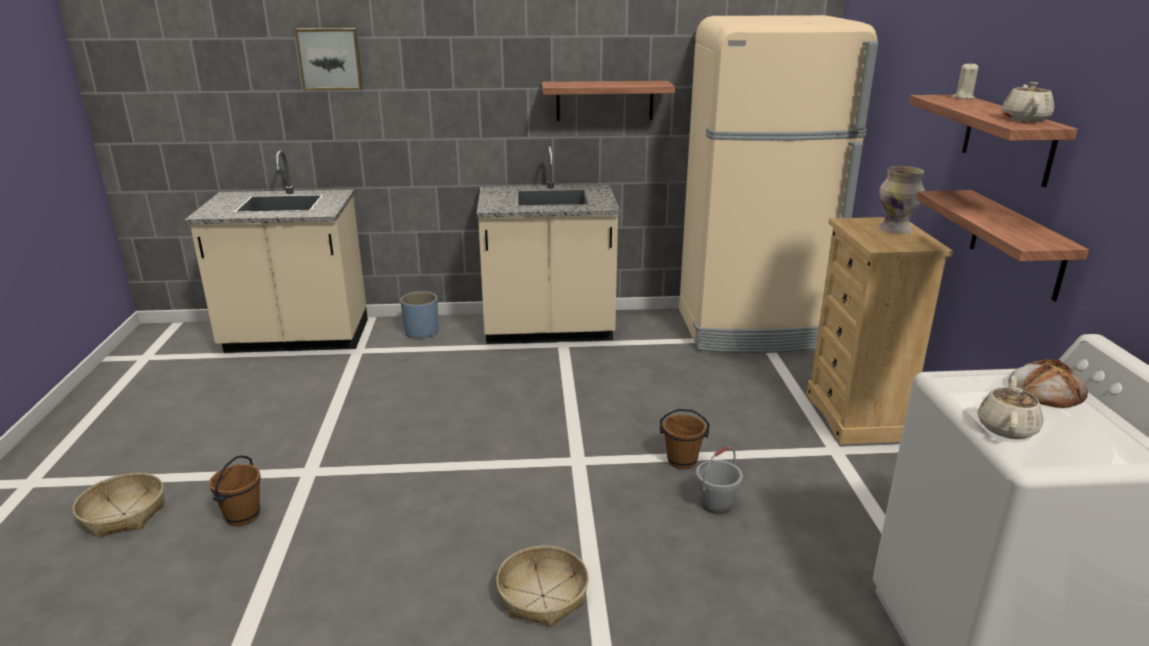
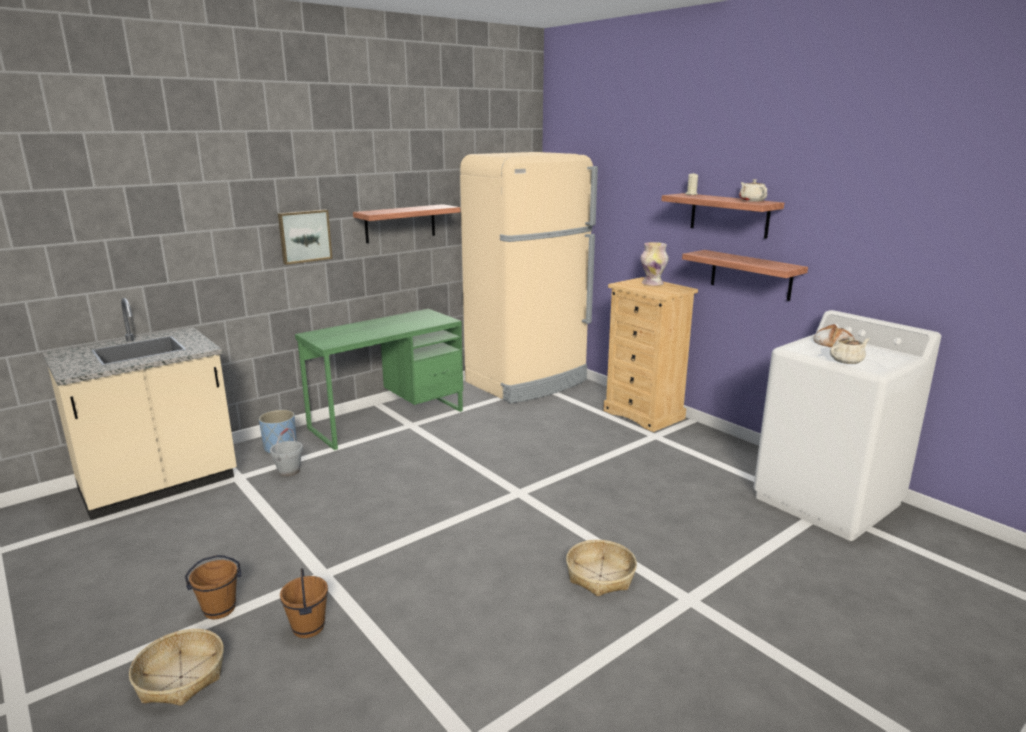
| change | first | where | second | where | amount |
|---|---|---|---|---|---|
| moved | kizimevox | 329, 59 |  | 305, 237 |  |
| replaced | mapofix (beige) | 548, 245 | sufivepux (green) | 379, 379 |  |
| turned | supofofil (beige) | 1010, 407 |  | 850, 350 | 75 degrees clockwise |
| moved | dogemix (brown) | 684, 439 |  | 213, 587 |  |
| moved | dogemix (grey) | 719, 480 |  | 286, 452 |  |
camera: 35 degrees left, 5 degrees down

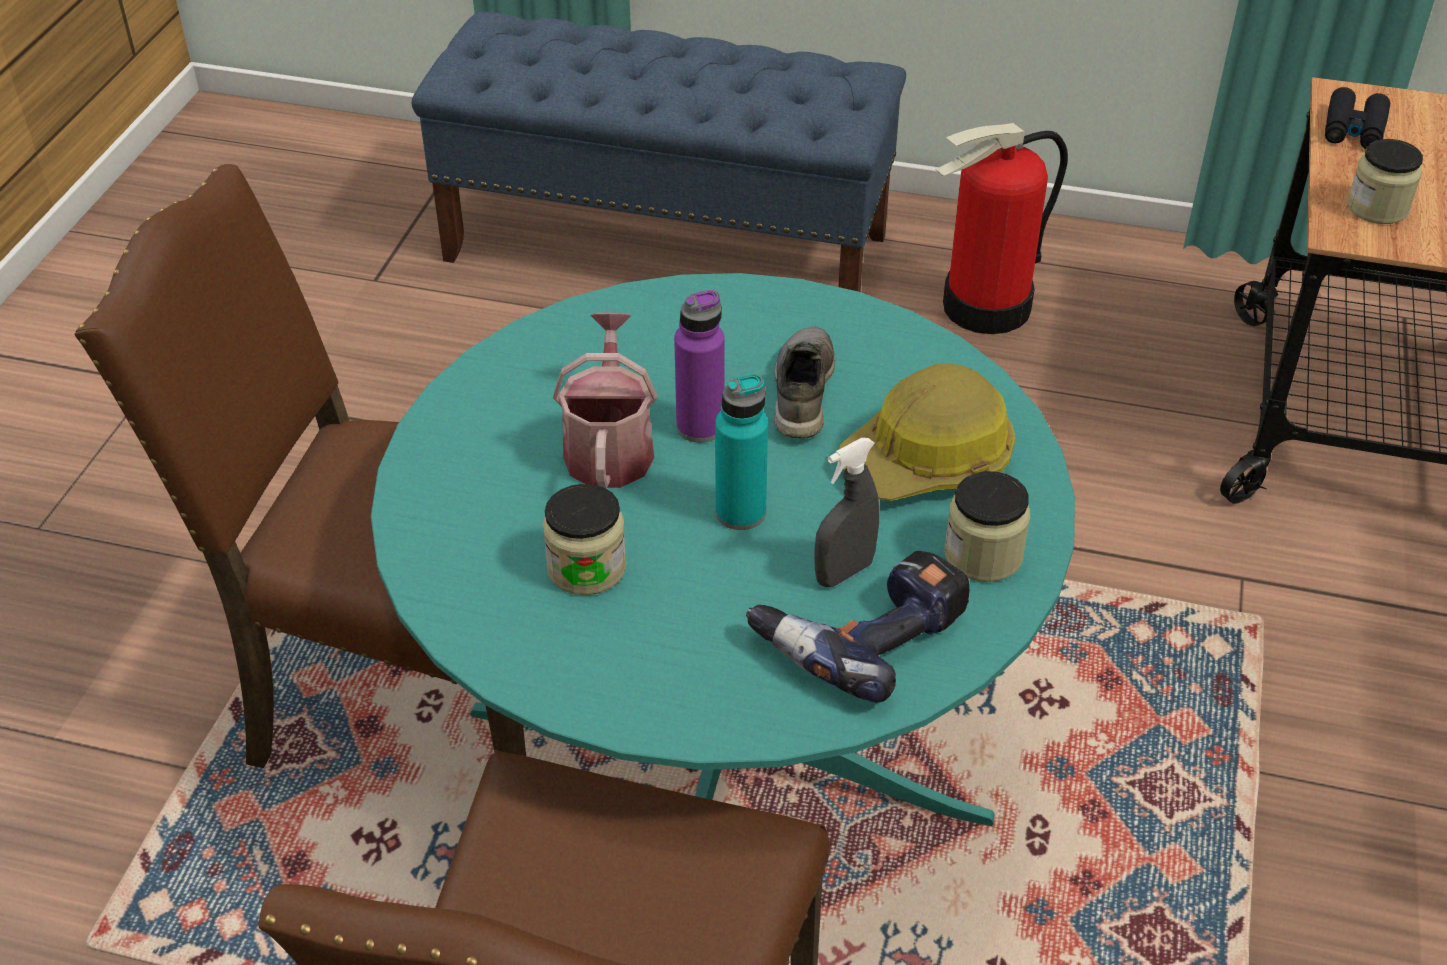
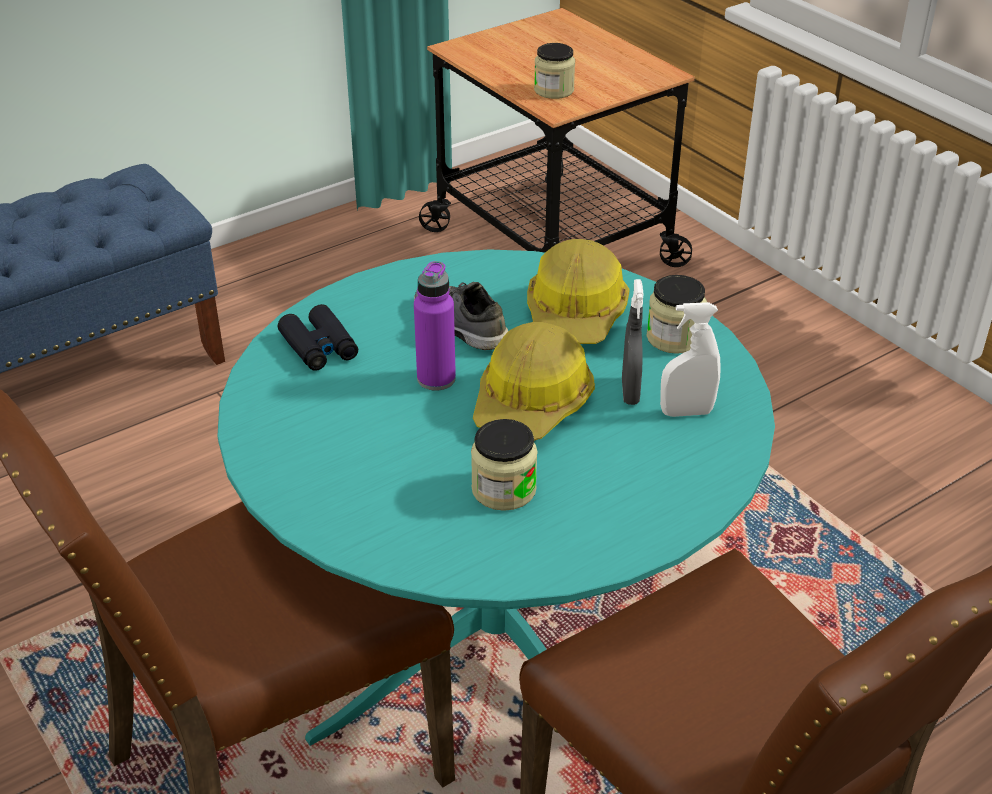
| change | first | where | second | where | amount |
|---|---|---|---|---|---|
| moved | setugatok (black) | 1357, 118 |  | 318, 337 |  |
| removed | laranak | 1001, 228 |  |  |  |
| removed | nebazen | 605, 400 |  |  |  |
| replaced | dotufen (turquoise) | 741, 451 | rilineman | 534, 381 |  |
| replaced | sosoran | 858, 627 | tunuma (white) | 690, 359 |  |
camera: 50 degrees left, 5 degrees down

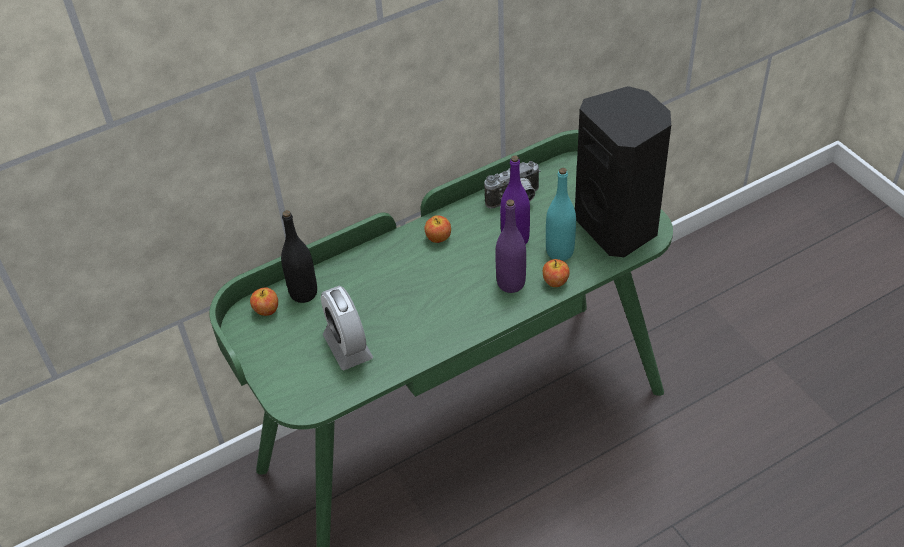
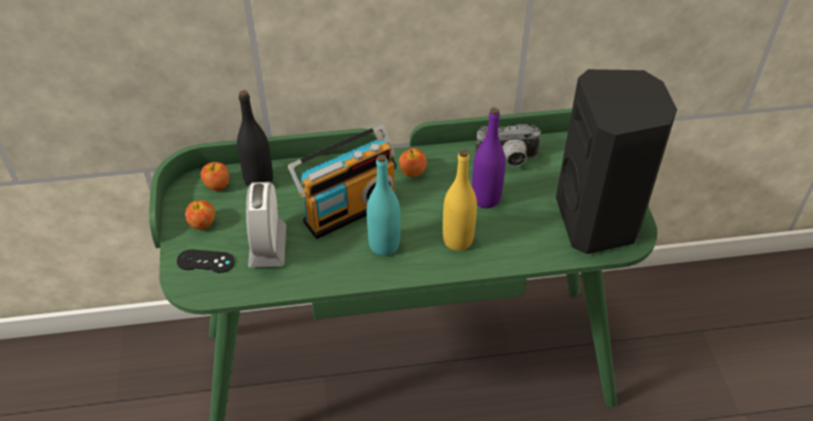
| change | first | where | second | where | amount |
|---|---|---|---|---|---|
| moved | dotufen (turquoise) | 561, 214 |  | 383, 205 |  |
| recoloured | dotufen (purple) | 510, 246 | dotufen (yellow) | 460, 200 |  |
| moved | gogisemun | 556, 273 |  | 200, 215 |  |
| added |  |  | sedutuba | 342, 182 |  |
| added |  |  | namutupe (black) | 206, 261 |  |
camera: 20 degrees right, 0 degrees up

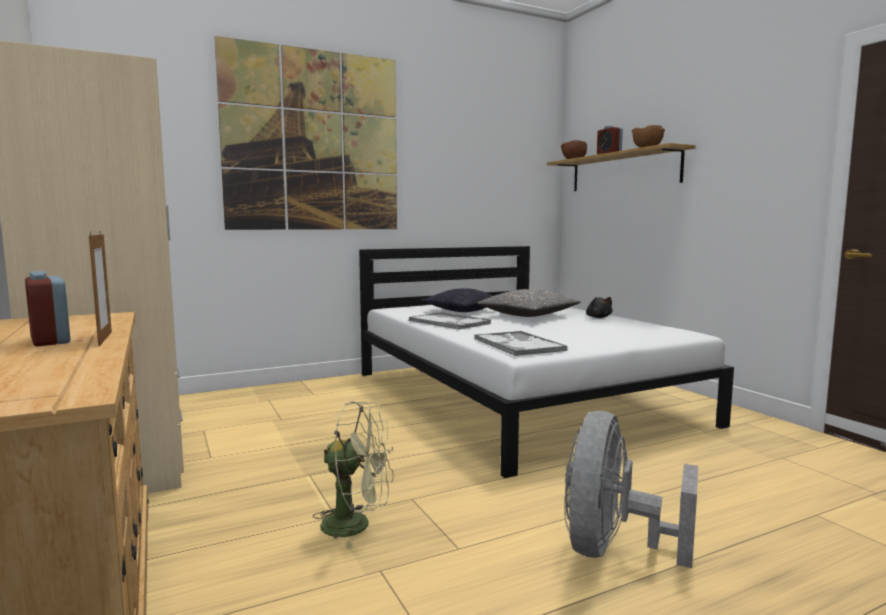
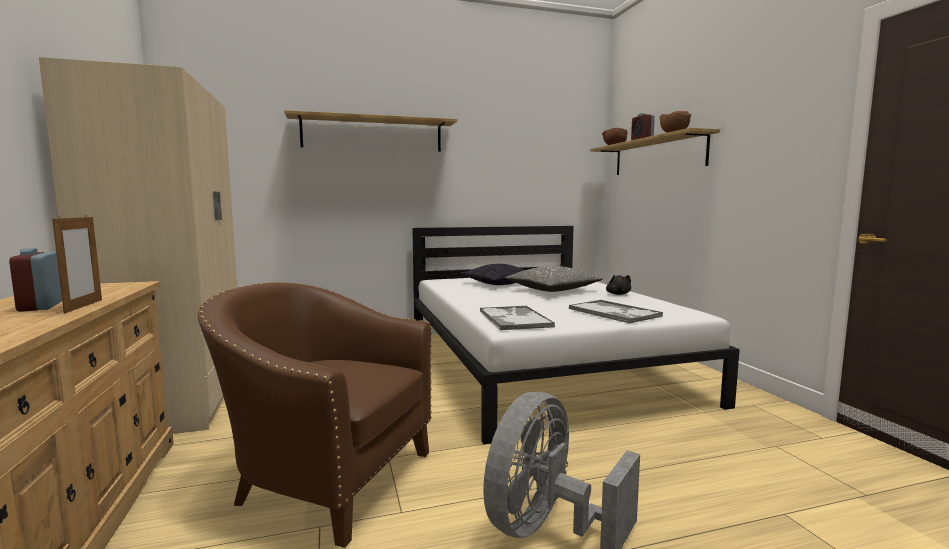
| change | first | where | second | where | amount |
|---|---|---|---|---|---|
| replaced | kizimevox | 306, 133 | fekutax | 370, 131 |  |
| moved | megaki | 450, 321 |  | 616, 311 |  |
| replaced | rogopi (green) | 353, 475 | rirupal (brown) | 314, 415 |  |
camera: 10 degrees right, 0 degrees up

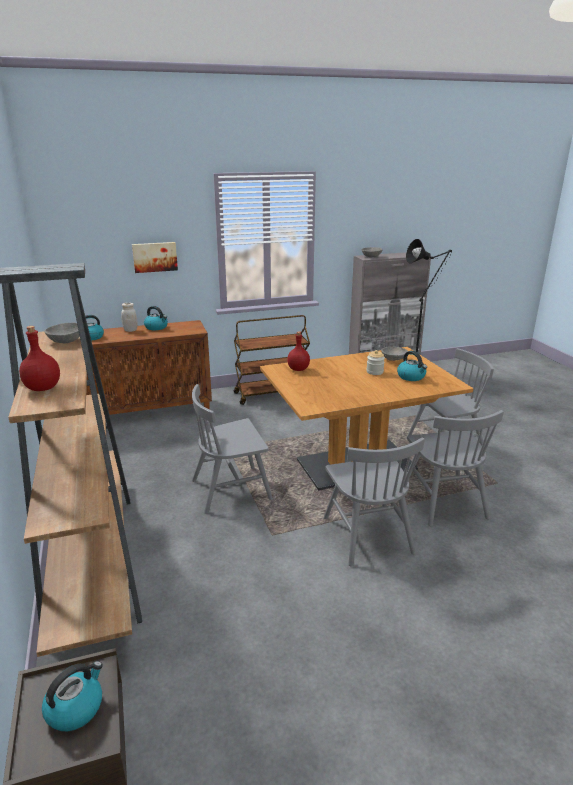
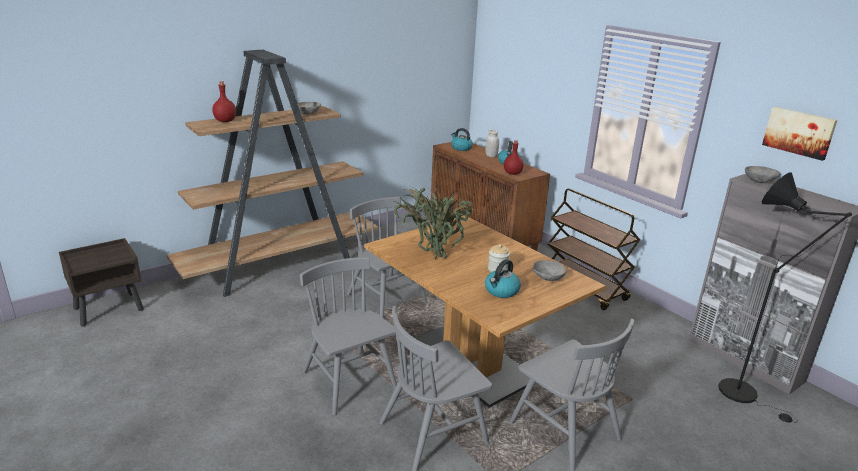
| change | first | where | second | where | amount |
|---|---|---|---|---|---|
| moved | kizimevox | 155, 257 |  | 800, 134 |  |
| moved | dotufen (red) | 298, 351 |  | 514, 157 |  |
| turned | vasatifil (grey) | 374, 501 |  | 348, 336 | 90 degrees clockwise |
| removed | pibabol | 72, 696 |  |  |  |
| added |  |  | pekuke | 435, 223 |  |
camera: 70 degrees right, 0 degrees up

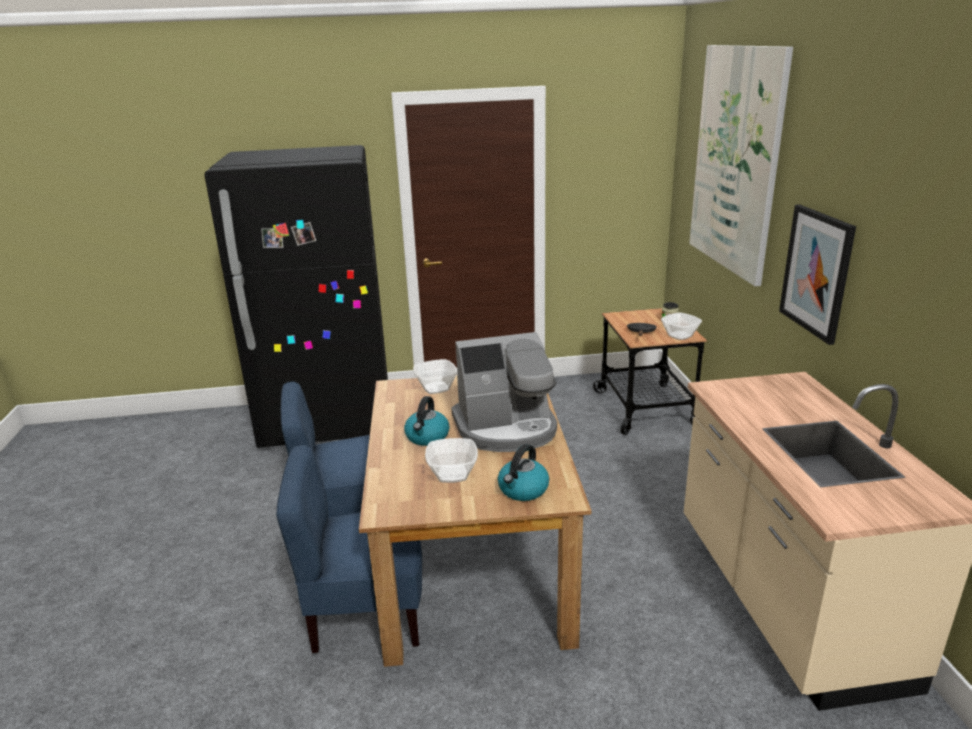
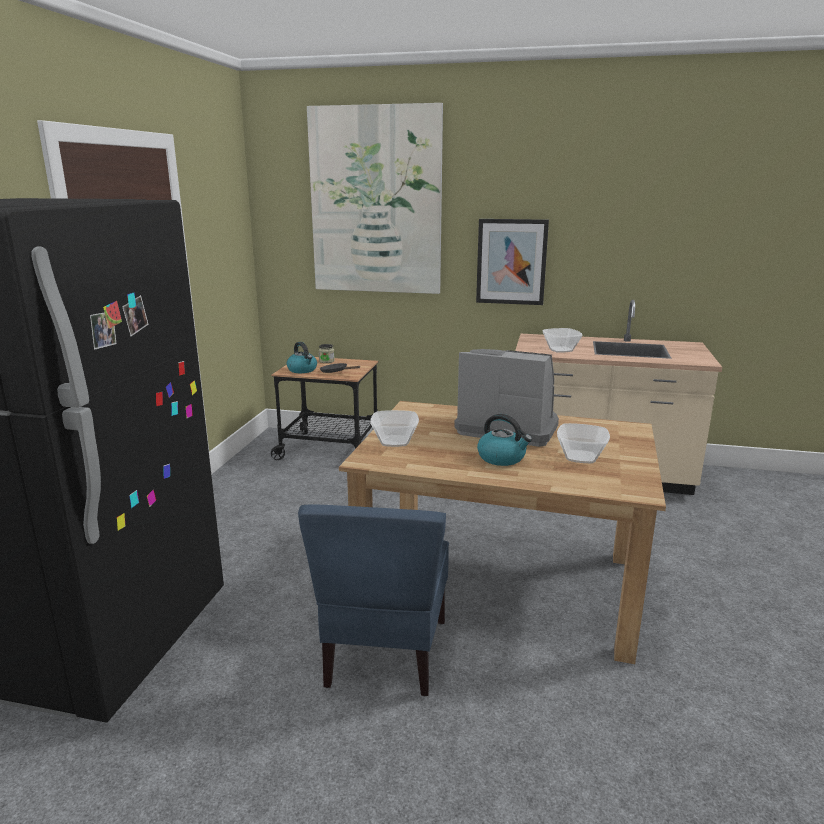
| change | first | where | second | where | amount |
|---|---|---|---|---|---|
| moved | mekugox | 681, 326 |  | 563, 340 |  |
| turned | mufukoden | 504, 392 |  | 506, 398 | 75 degrees counterclockwise |
| removed | vasatifil (blue) | 349, 548 |  |  |  |
| moved | pibabol | 523, 472 |  | 302, 357 |  |
camera: 70 degrees left, 5 degrees down

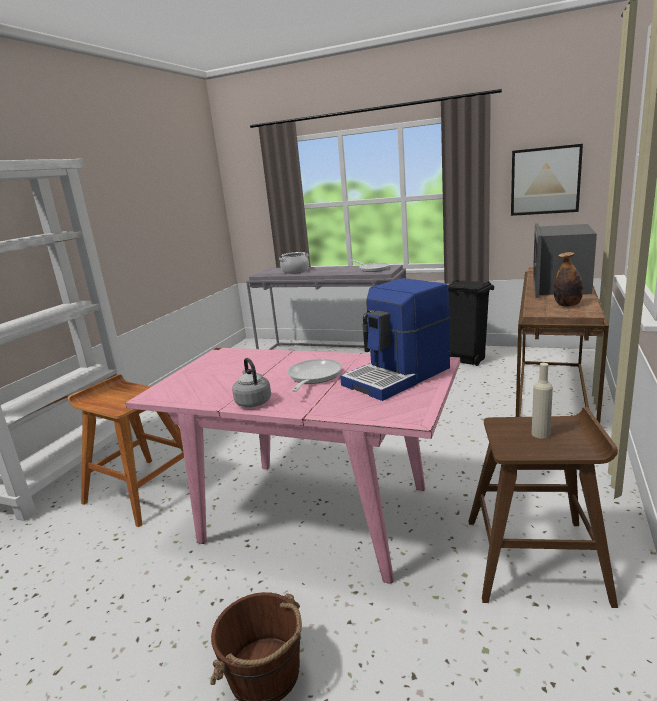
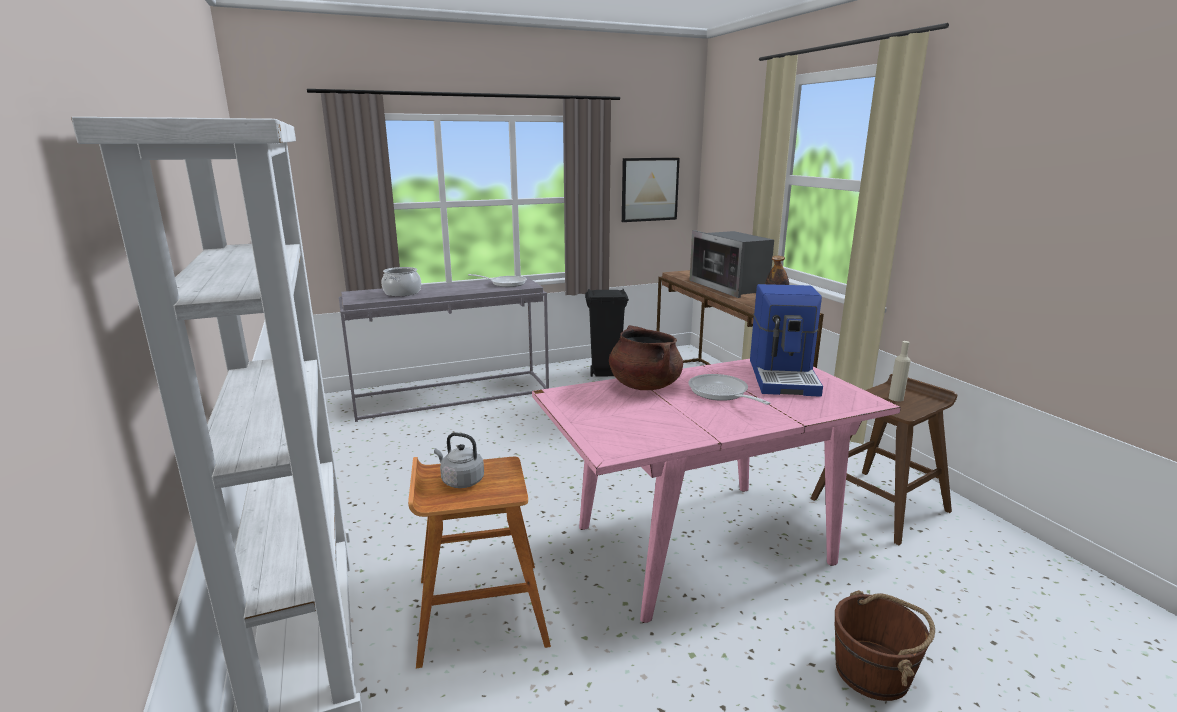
| change | first | where | second | where | amount |
|---|---|---|---|---|---|
| moved | pibabol (grey) | 251, 382 |  | 459, 460 |  |
| added |  |  | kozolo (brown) | 646, 357 |  |
camera: 45 degrees left, 0 degrees up

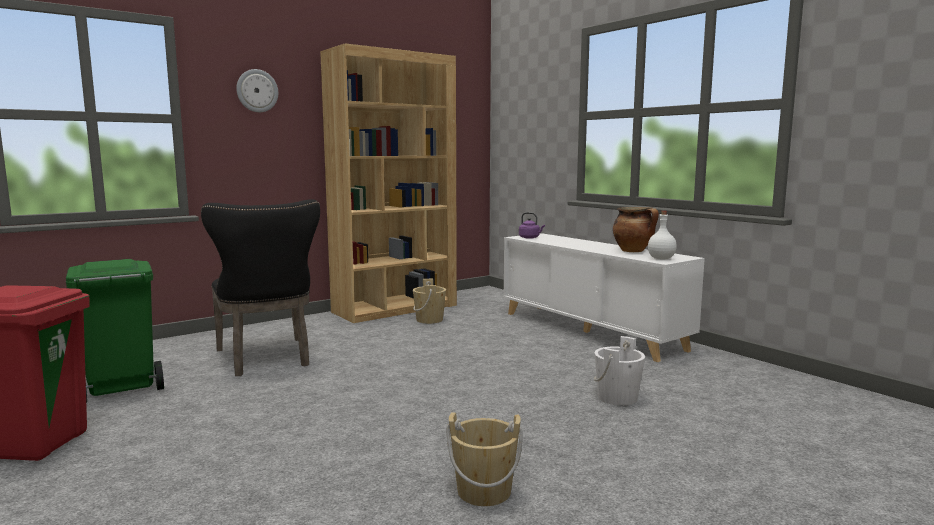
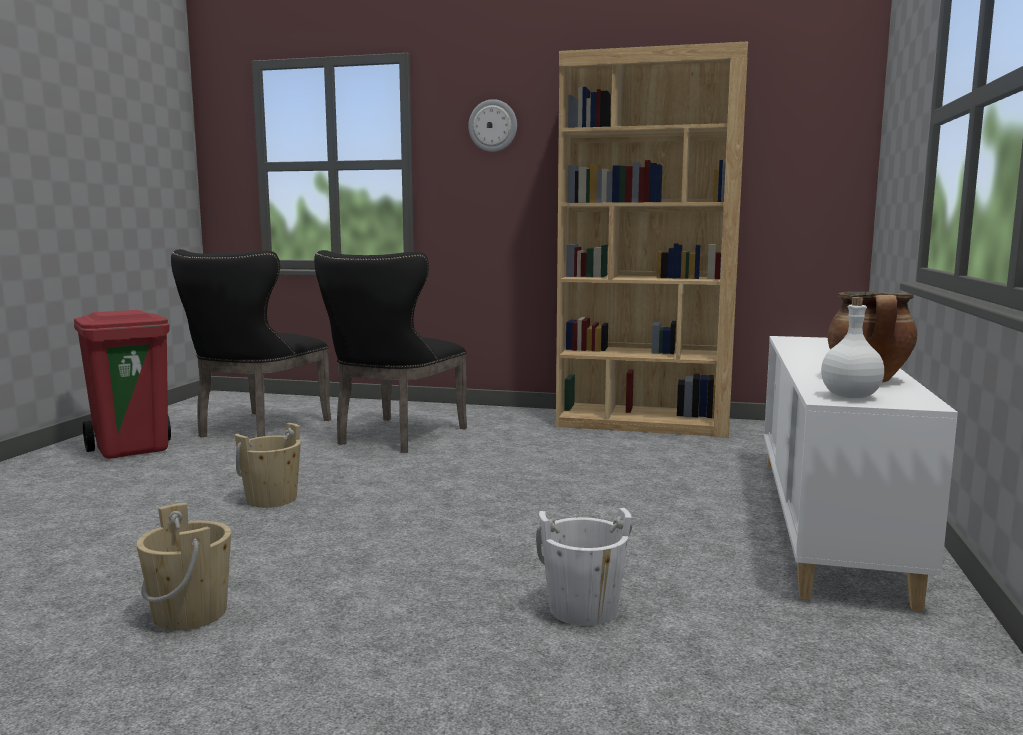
| change | first | where | second | where | amount |
|---|---|---|---|---|---|
| removed | pibabol (purple) | 532, 225 |  |  |  |
| replaced | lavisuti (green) | 115, 331 | vasatifil (black) | 251, 343 |  |
| moved | dogemix (beige) | 429, 301 |  | 267, 465 |  |
camera: 50 degrees right, 0 degrees up

